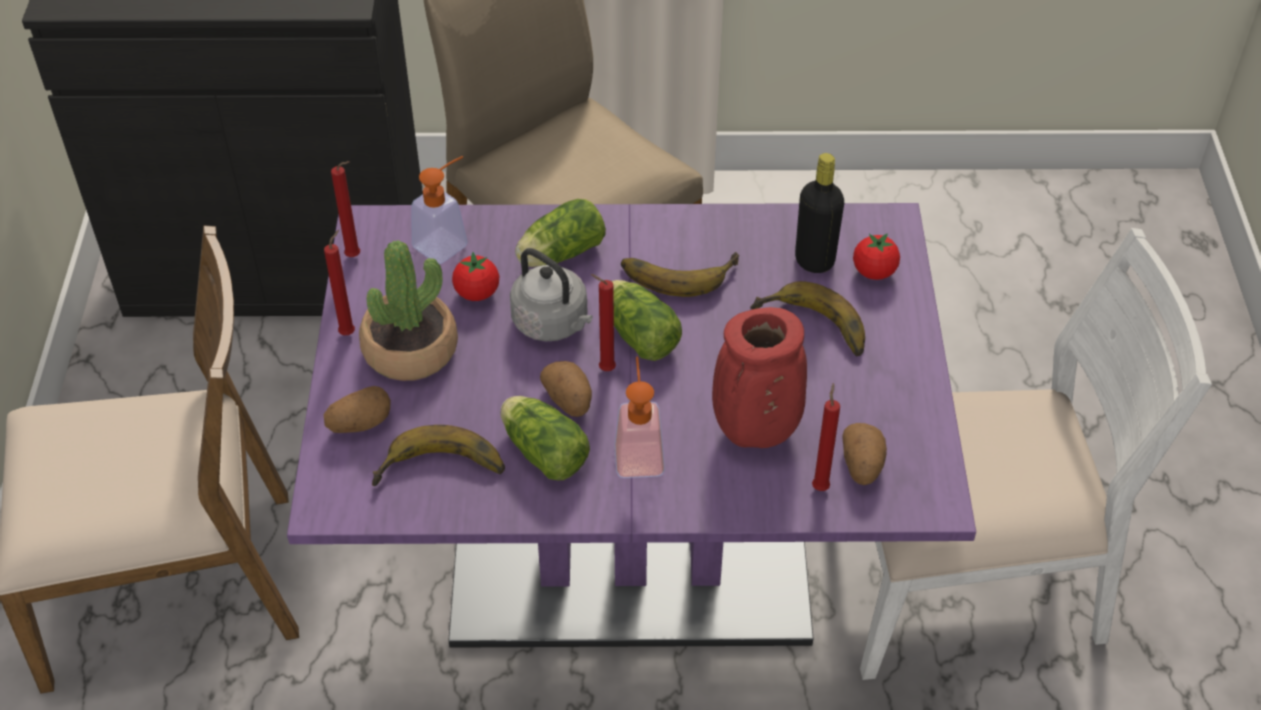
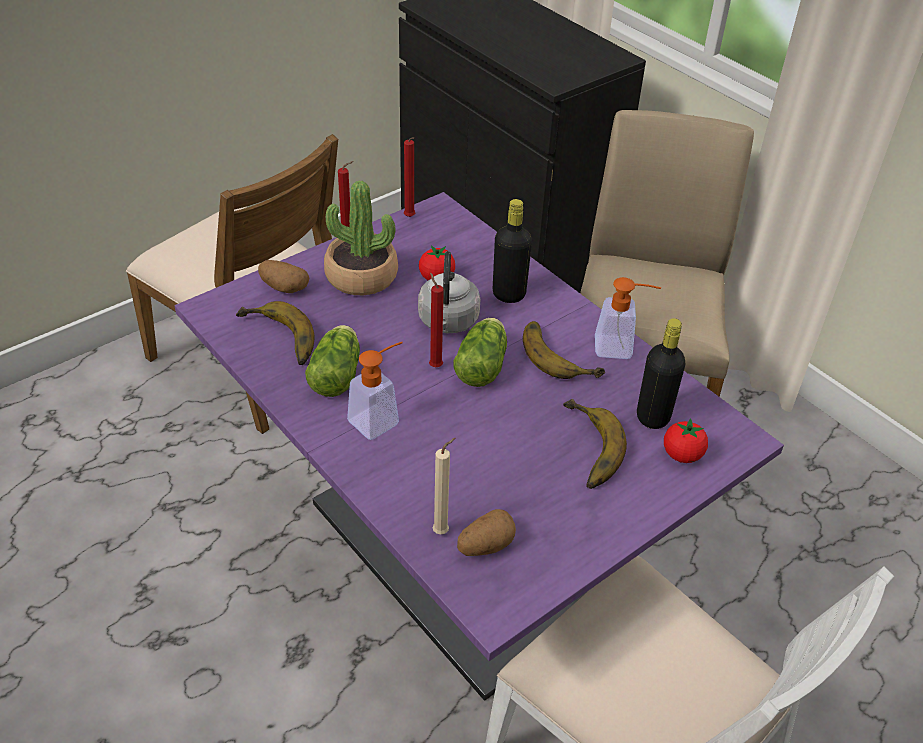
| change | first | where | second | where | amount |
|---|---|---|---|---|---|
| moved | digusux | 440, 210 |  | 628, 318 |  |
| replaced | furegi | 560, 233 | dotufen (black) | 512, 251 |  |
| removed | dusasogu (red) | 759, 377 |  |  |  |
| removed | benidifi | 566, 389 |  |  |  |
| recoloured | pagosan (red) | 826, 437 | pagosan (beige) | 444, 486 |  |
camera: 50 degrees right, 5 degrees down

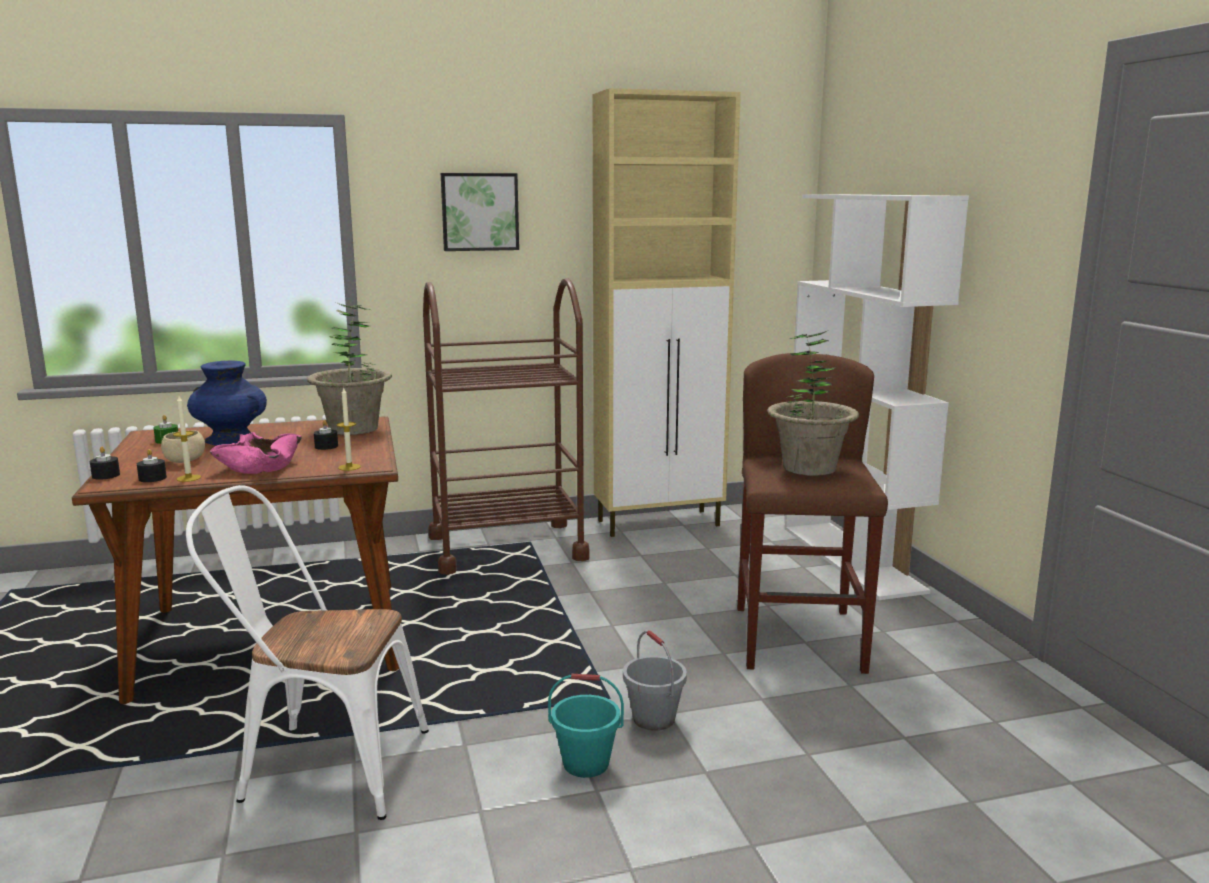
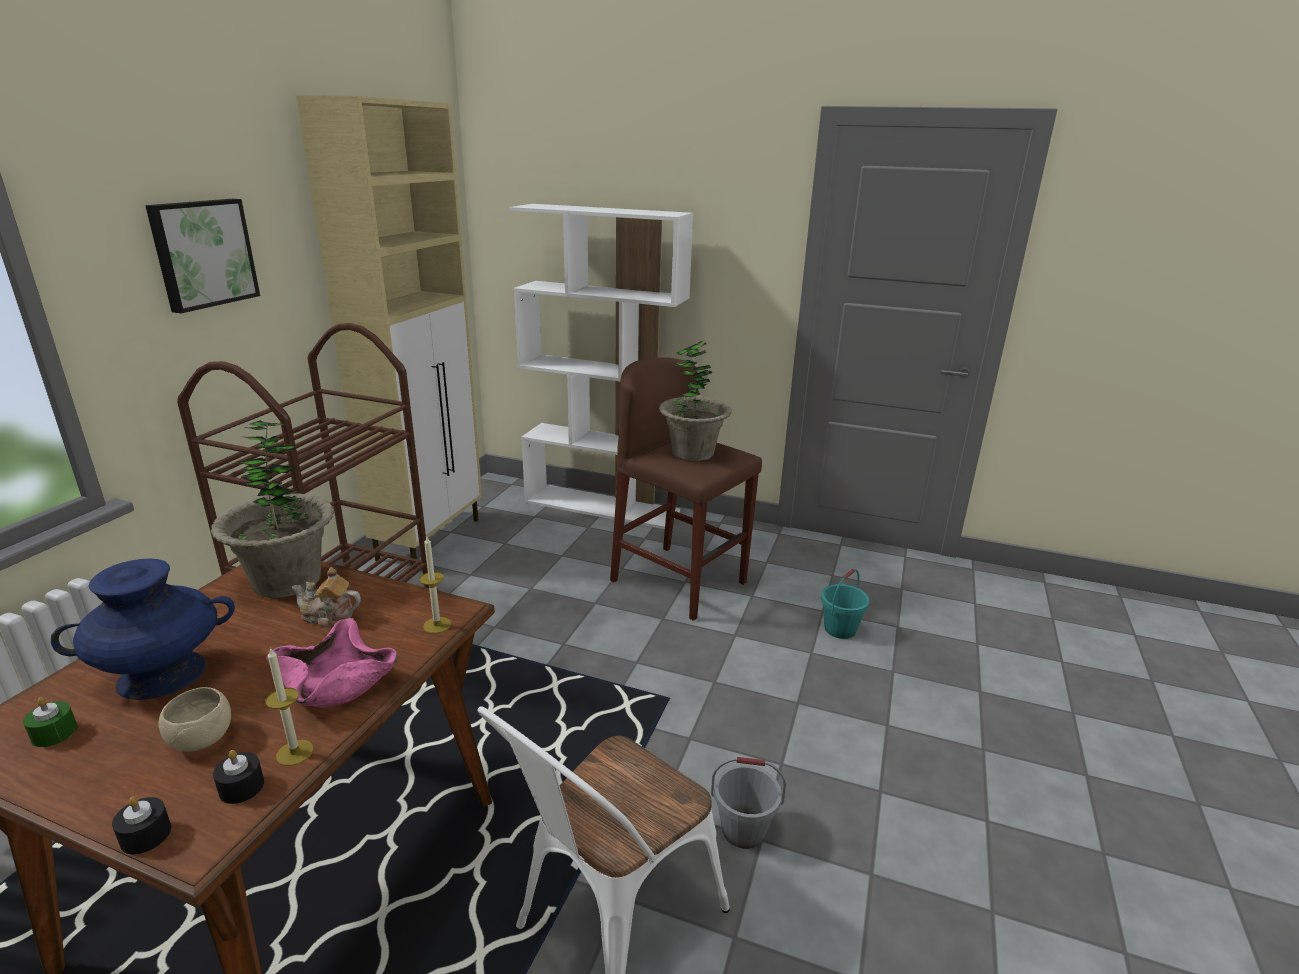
| change | first | where | second | where | amount |
|---|---|---|---|---|---|
| replaced | pagosan (black) | 326, 435 | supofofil | 326, 597 |  |
| moved | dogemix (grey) | 655, 680 |  | 748, 803 |  |
| moved | dogemix (turquoise) | 586, 726 |  | 845, 604 |  |
camera: 55 degrees left, 10 degrees up

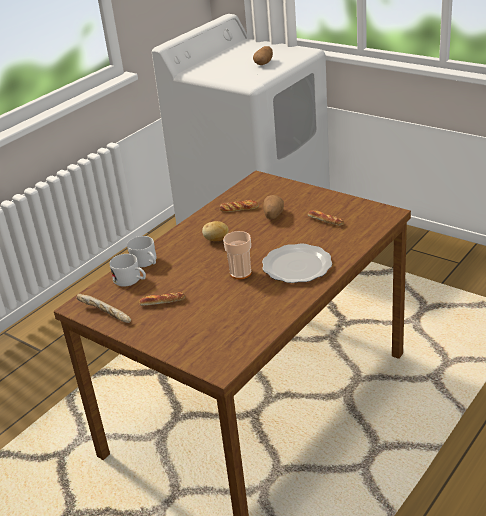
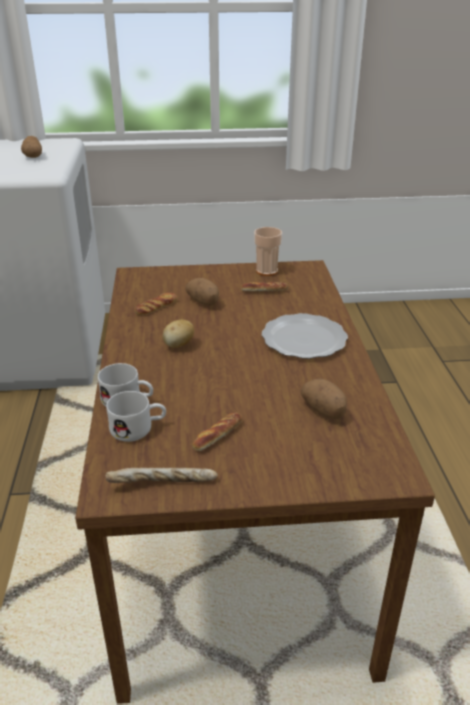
| change | first | where | second | where | amount |
|---|---|---|---|---|---|
| moved | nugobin | 237, 255 |  | 268, 251 |  |
| added |  |  | benidifi | 324, 399 |  |
camera: 45 degrees left, 0 degrees up

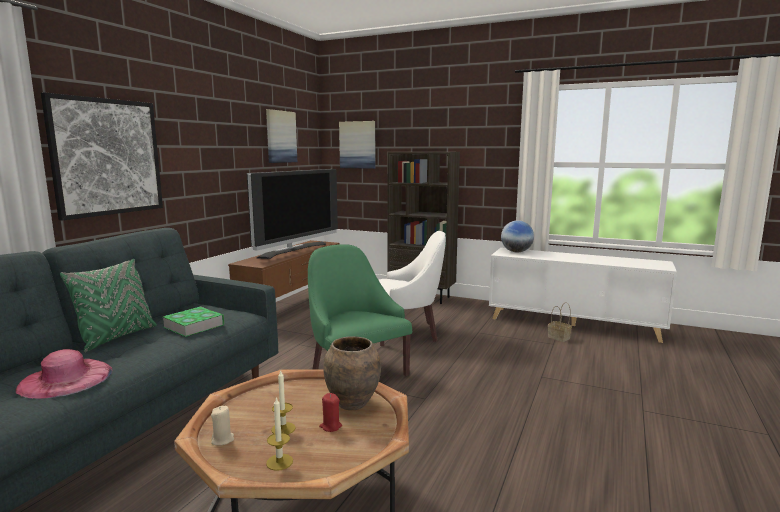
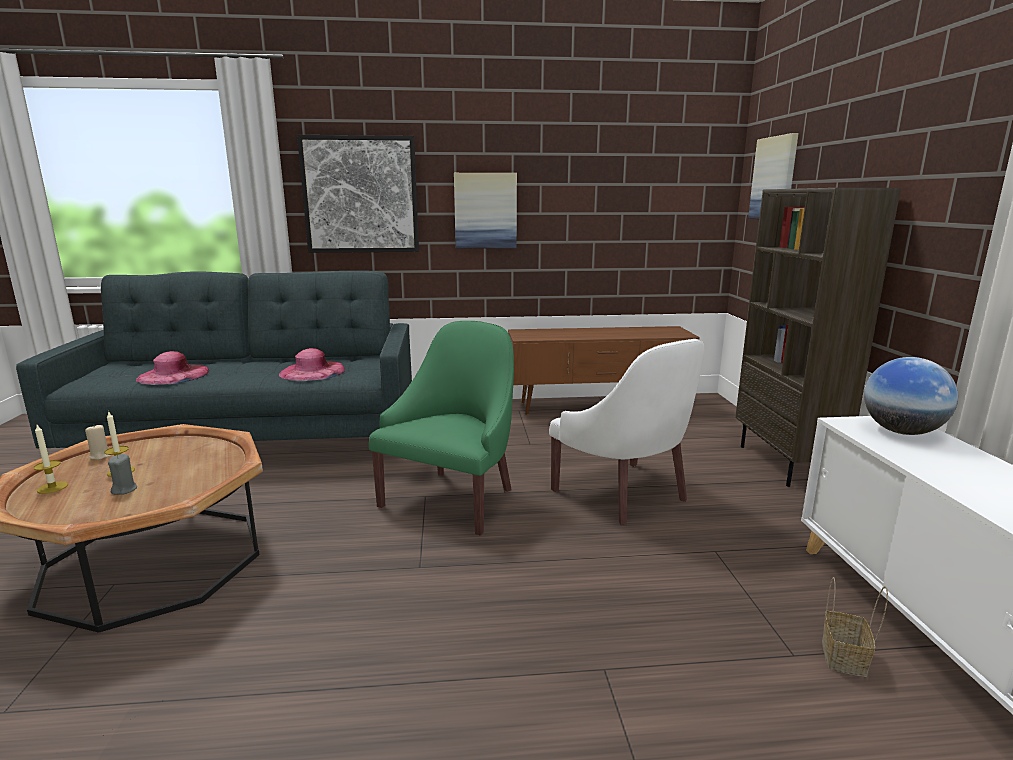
| change | first | where | second | where | amount |
|---|---|---|---|---|---|
| moved | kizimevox | 281, 136 |  | 485, 211 |  |
| removed | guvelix | 292, 214 |  |  |  |
| removed | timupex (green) | 108, 305 |  |  |  |
| replaced | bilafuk | 194, 322 | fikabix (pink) | 312, 364 |  |
| removed | dusasogu (brown) | 352, 373 |  |  |  |
| recoloured | pagosan (red) | 330, 412 | pagosan (grey) | 122, 474 |  |
camera: 60 degrees right, 5 degrees up

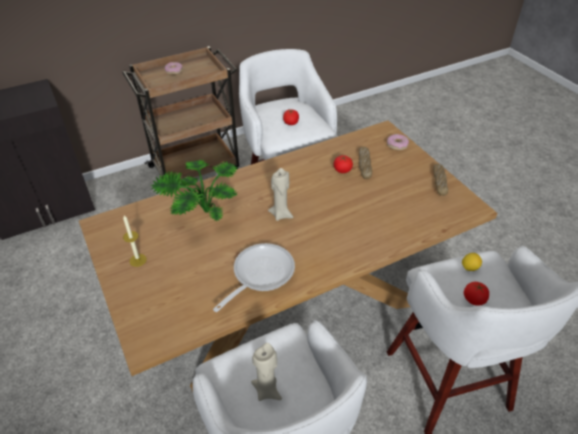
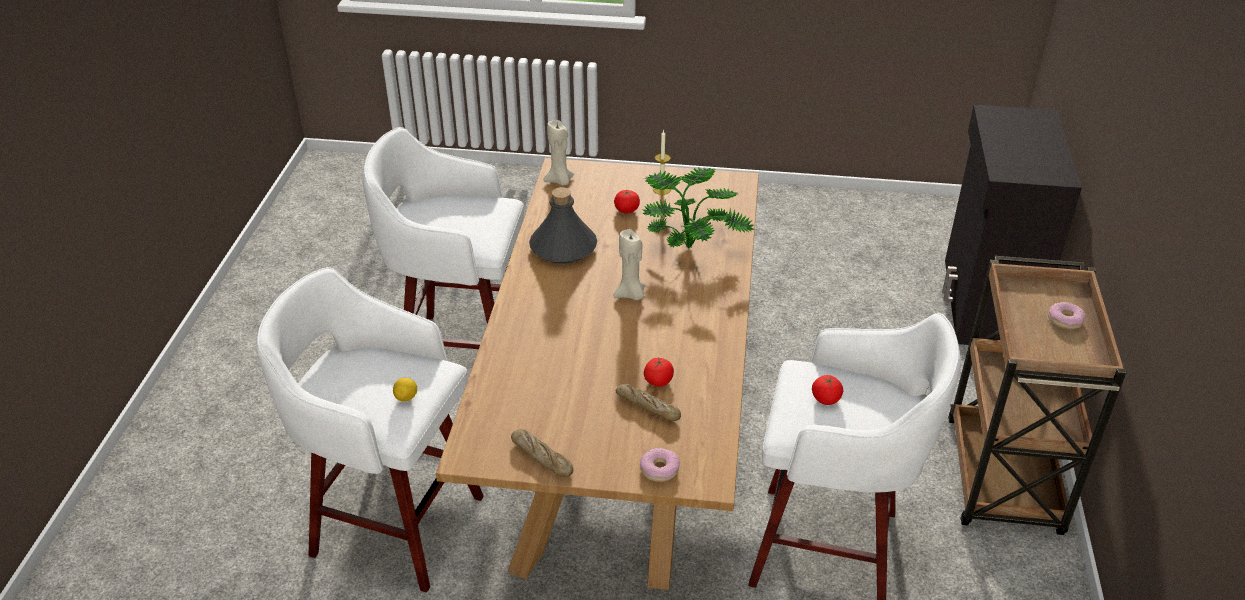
| change | first | where | second | where | amount |
|---|---|---|---|---|---|
| replaced | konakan | 254, 277 | dotufen (grey) | 563, 225 |  |
| moved | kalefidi | 476, 294 |  | 627, 201 |  |
| moved | pagosan (beige) | 266, 372 |  | 559, 152 |  |
camera: 125 degrees right, 5 degrees down

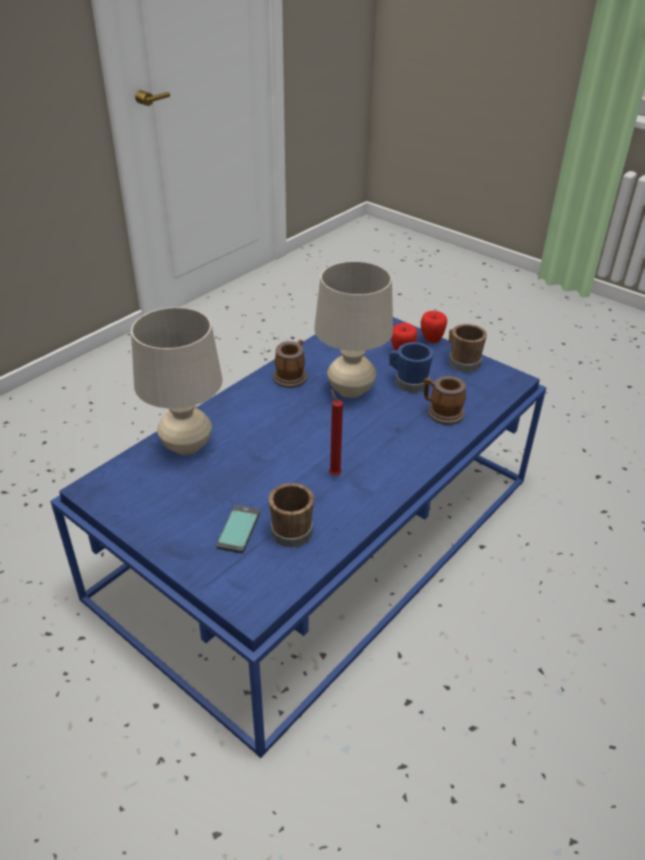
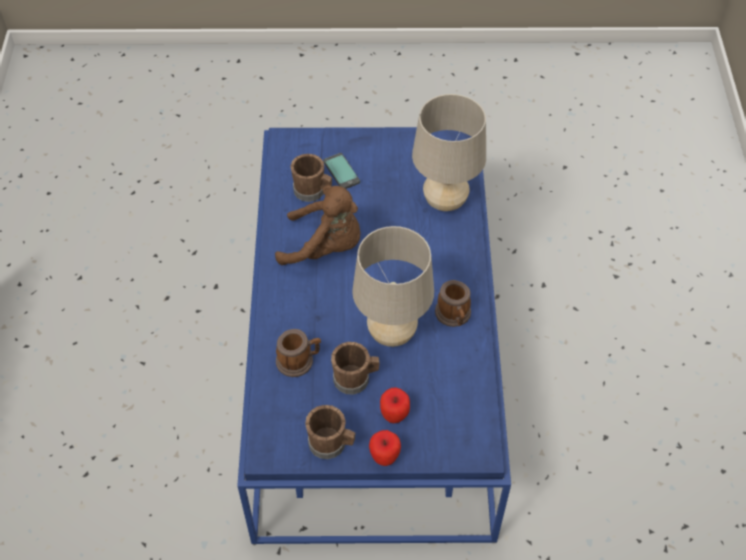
| change | first | where | second | where | amount |
|---|---|---|---|---|---|
| recoloured | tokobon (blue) | 411, 367 | tokobon (brown) | 355, 368 |  |
| replaced | pagosan (red) | 336, 432 | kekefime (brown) | 318, 225 |  |
camera: 140 degrees right, 15 degrees up

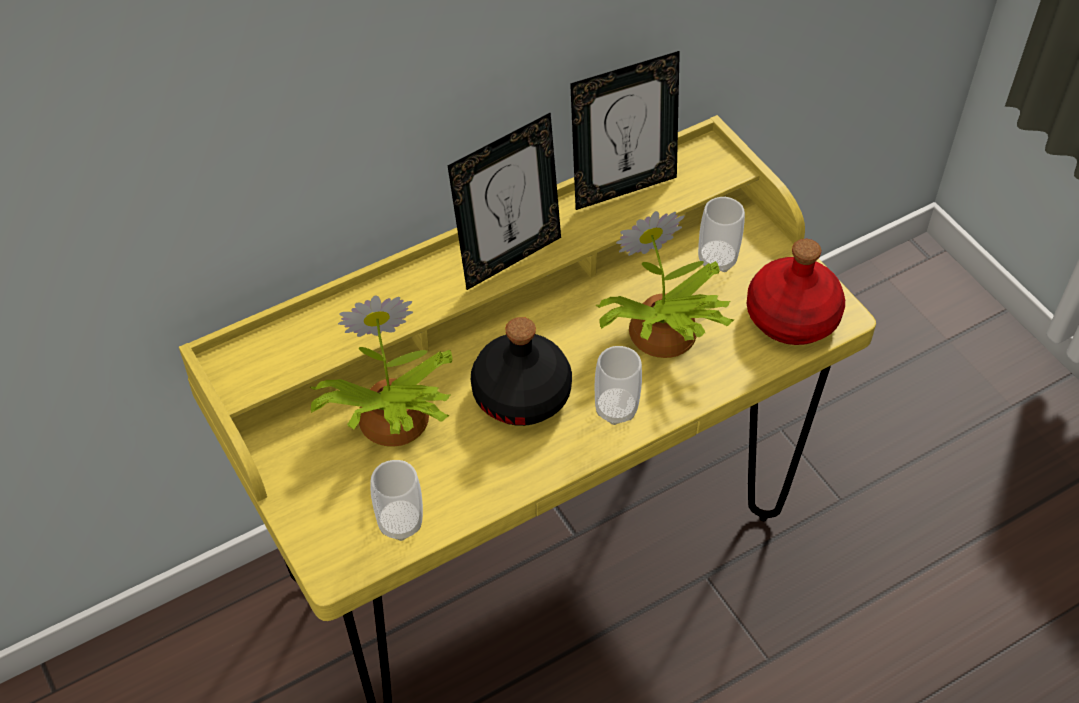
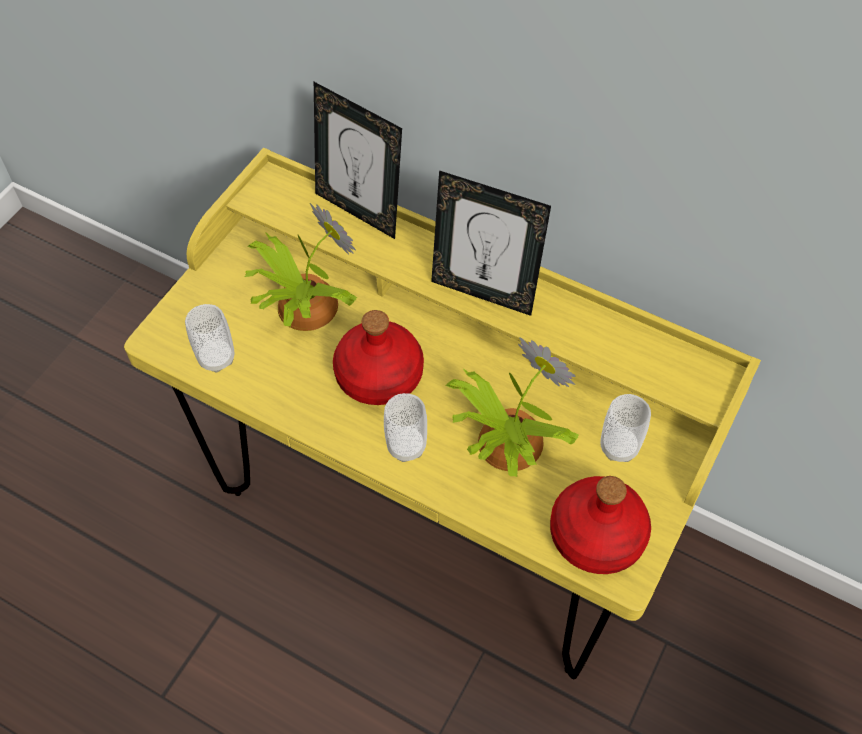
| change | first | where | second | where | amount |
|---|---|---|---|---|---|
| moved | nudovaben | 625, 130 |  | 358, 160 |  |
| recoloured | dotufen (black) | 521, 371 | dotufen (red) | 378, 357 |  |
camera: 60 degrees right, 5 degrees up

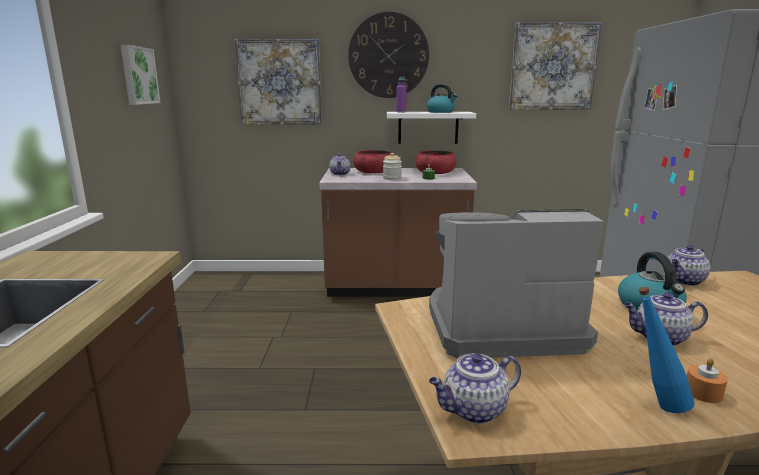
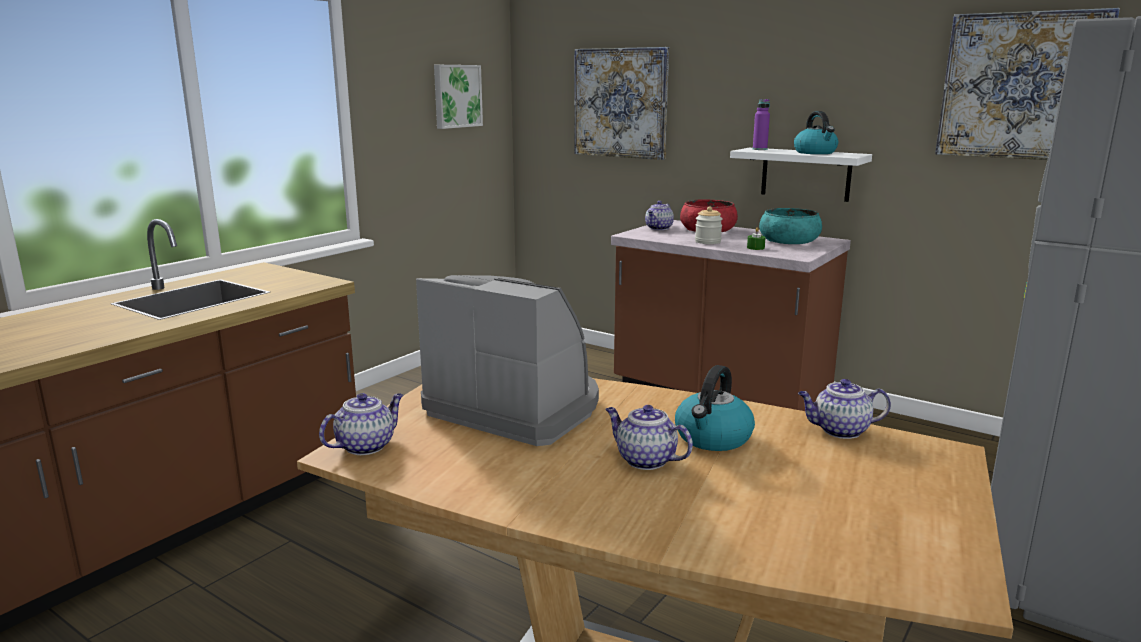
| change | first | where | second | where | amount |
|---|---|---|---|---|---|
| removed | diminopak | 388, 55 |  |  |  |
| recoloured | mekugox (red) | 435, 162 | mekugox (turquoise) | 790, 226 |  |
| removed | dotufen (blue) | 666, 350 |  |  |  |
| turned | supofofil | 475, 388 |  | 361, 424 | 120 degrees clockwise |
| removed | pagosan (orange) | 707, 380 |  |  |  |
camera: 35 degrees right, 0 degrees up

